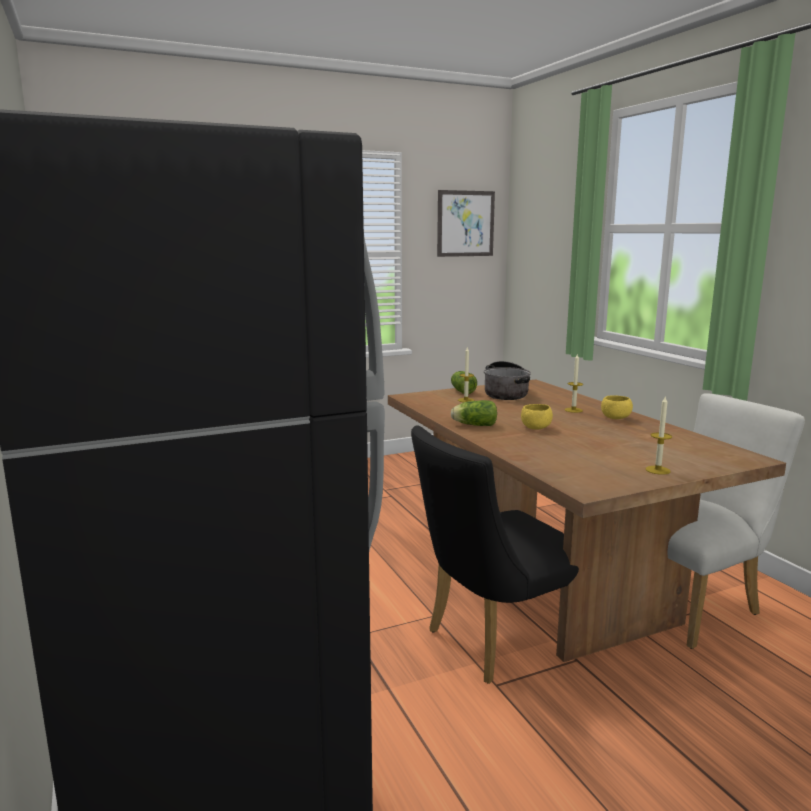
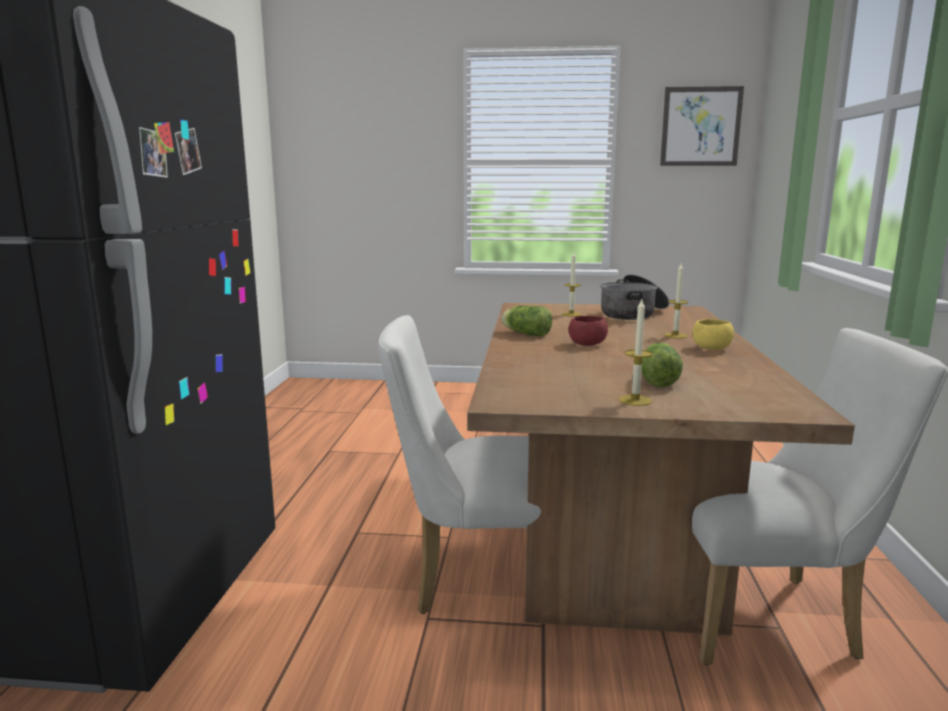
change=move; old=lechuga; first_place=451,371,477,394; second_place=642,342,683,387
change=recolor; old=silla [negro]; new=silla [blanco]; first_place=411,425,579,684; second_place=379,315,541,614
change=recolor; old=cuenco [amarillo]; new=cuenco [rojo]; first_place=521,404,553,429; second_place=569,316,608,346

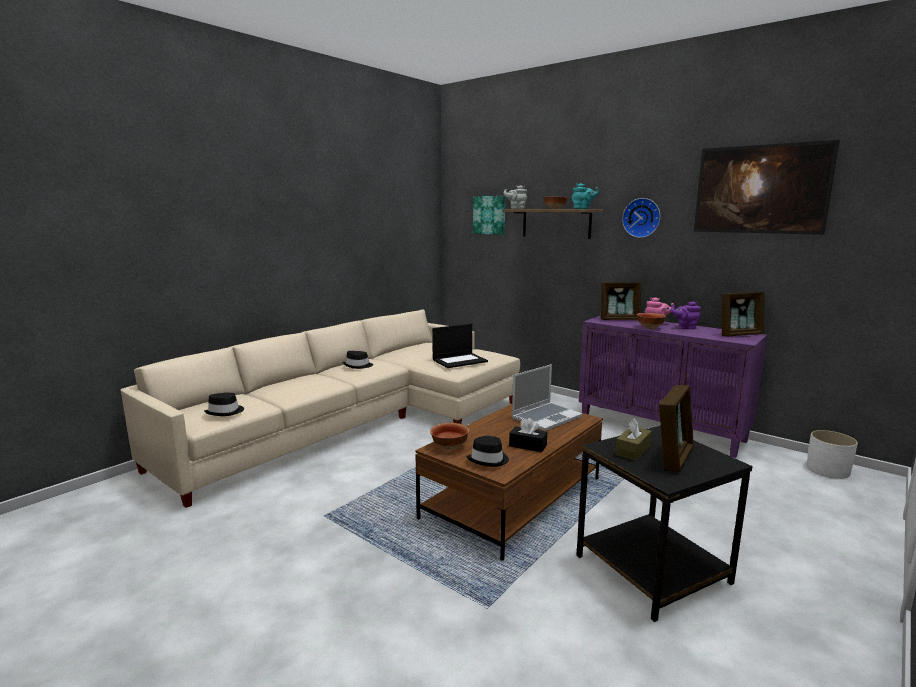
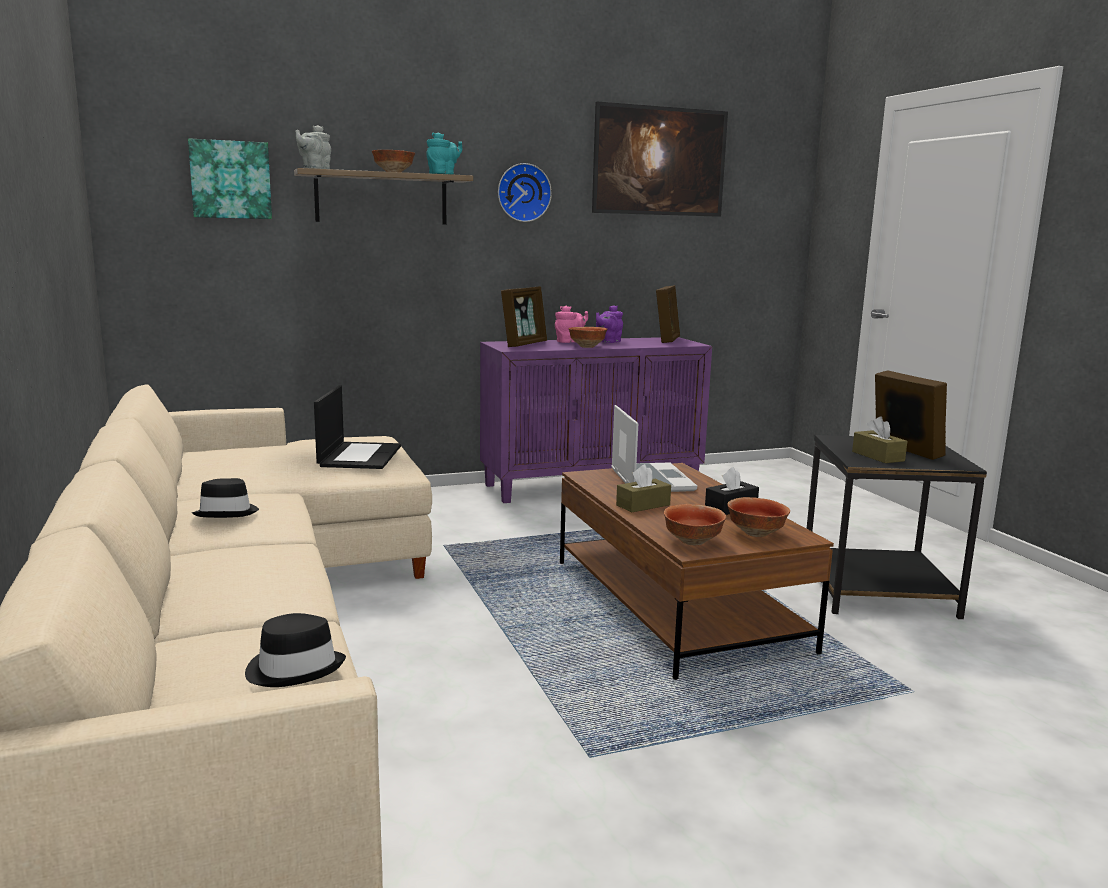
change=delete; old=maceta [blanco]; first_place=807,430,858,479
change=insert; new=caja de pañuelos [marrón]; second_place=616,464,671,512
change=replace; old=sombrero [negro]; new=cuenco; first_place=466,436,509,467; second_place=727,497,790,537

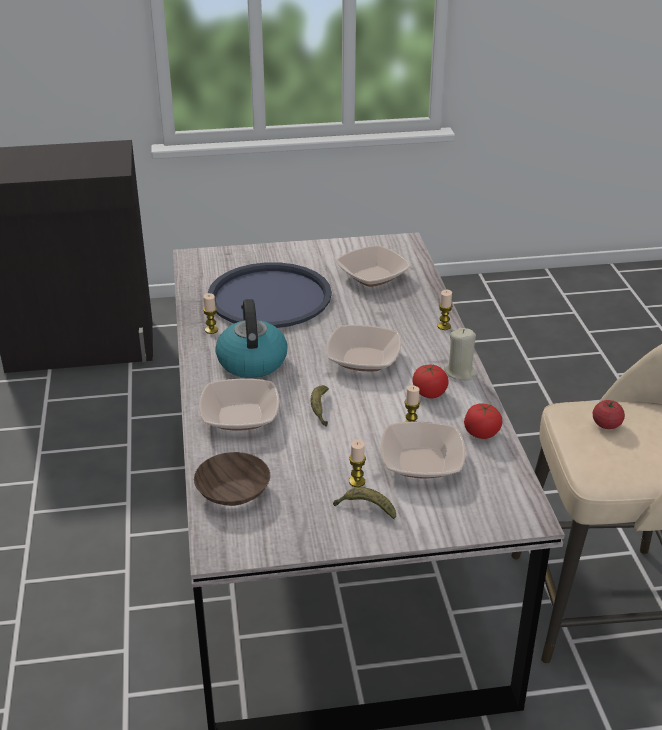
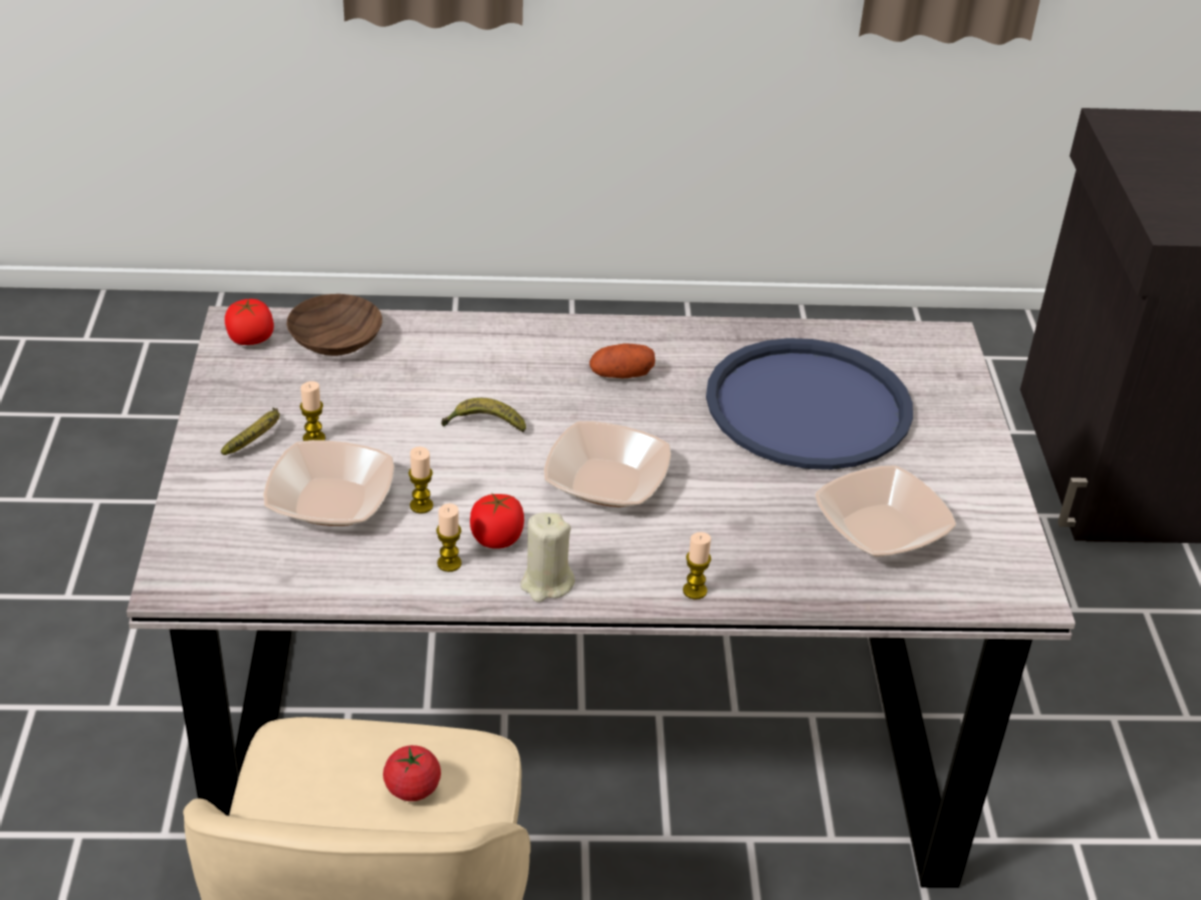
change=delete; old=cuenco; first_place=199,379,279,431
change=move; old=vela; first_place=203,293,218,334; second_place=436,503,462,572
change=move; old=tomate; first_place=464,403,503,439; second_place=225,299,274,345
change=replace; old=hervidor; new=patata; first_place=215,299,288,378; second_place=589,344,655,378

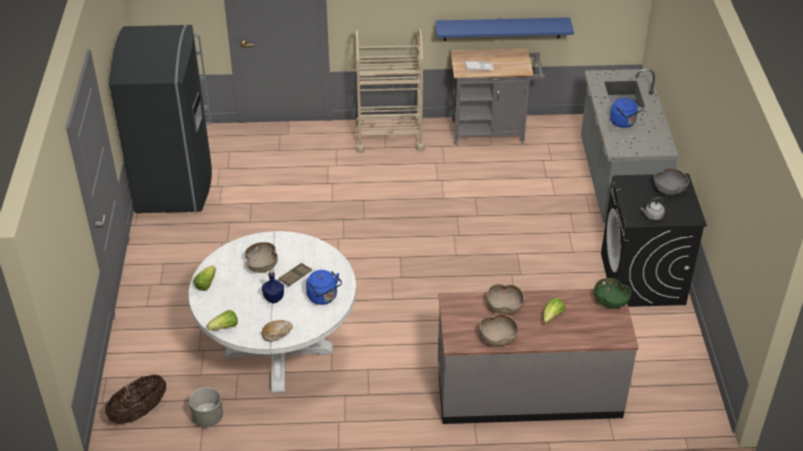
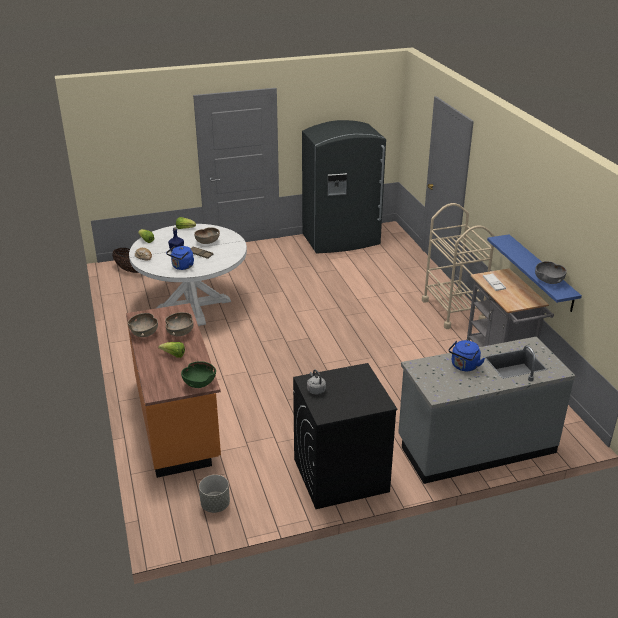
change=move; old=maceta [gris]; first_place=189,387,223,427; second_place=199,475,230,513
change=move; old=cuenco [gris]; first_place=654,168,689,195; second_place=535,261,567,284
change=recolor; old=mueble bajo de cocina [gris]; new=mueble bajo de cocina [naranja]; first_place=438,288,639,424; second_place=126,303,221,478

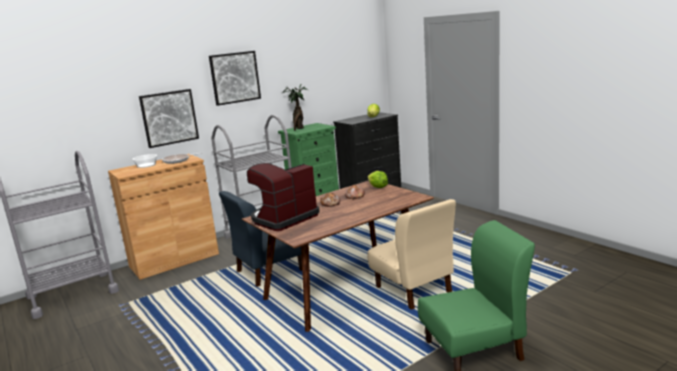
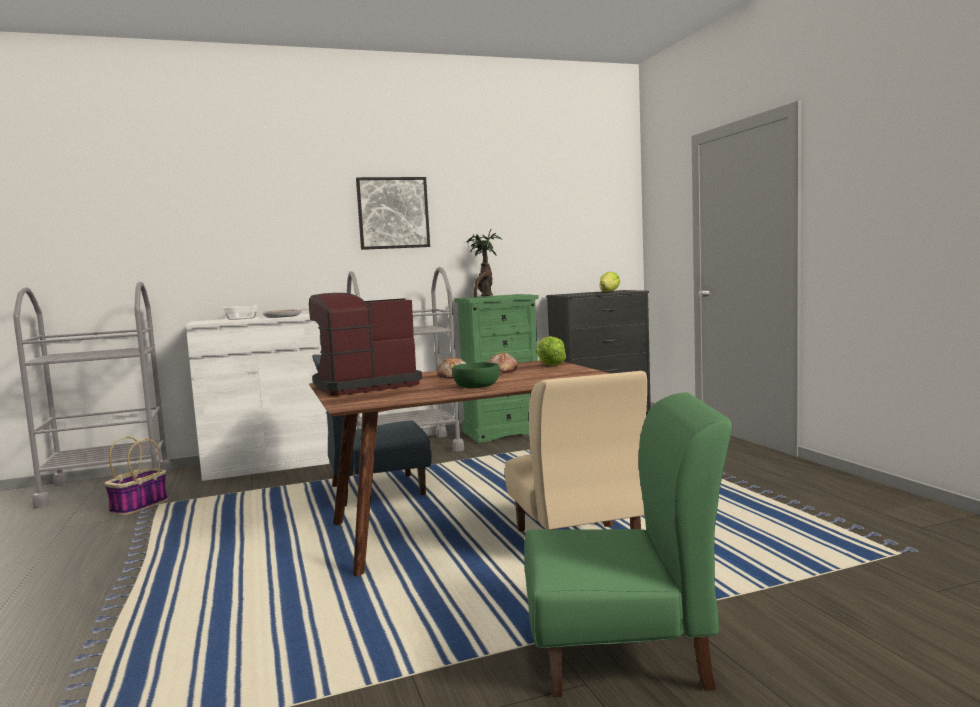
change=delete; old=cuadro; first_place=139,89,199,148
change=insert; new=cesta; second_place=104,436,168,515
change=insert; new=cuenco [verde]; second_place=452,362,500,388
change=recolor; old=armario [marrón]; new=armario [blanco]; first_place=108,154,219,280; second_place=186,314,329,481

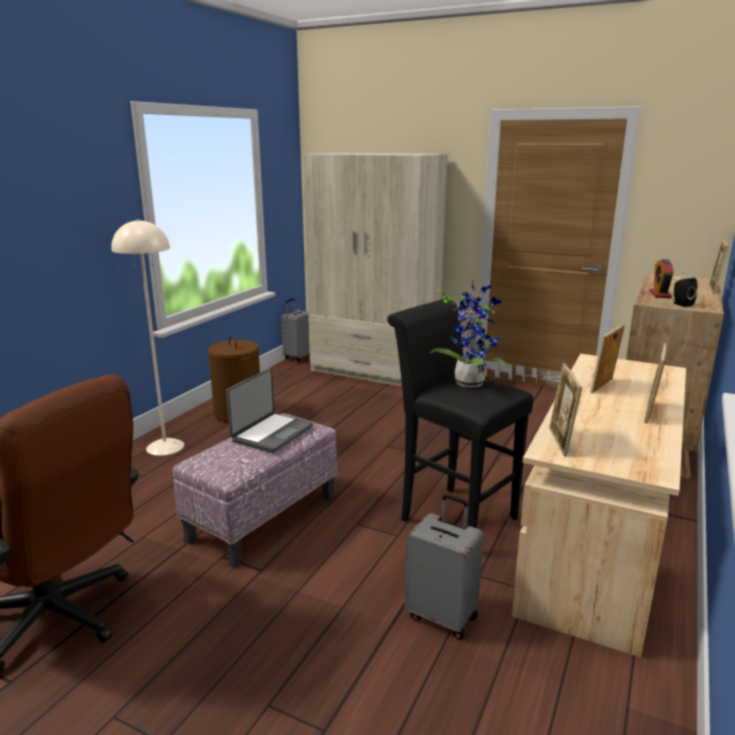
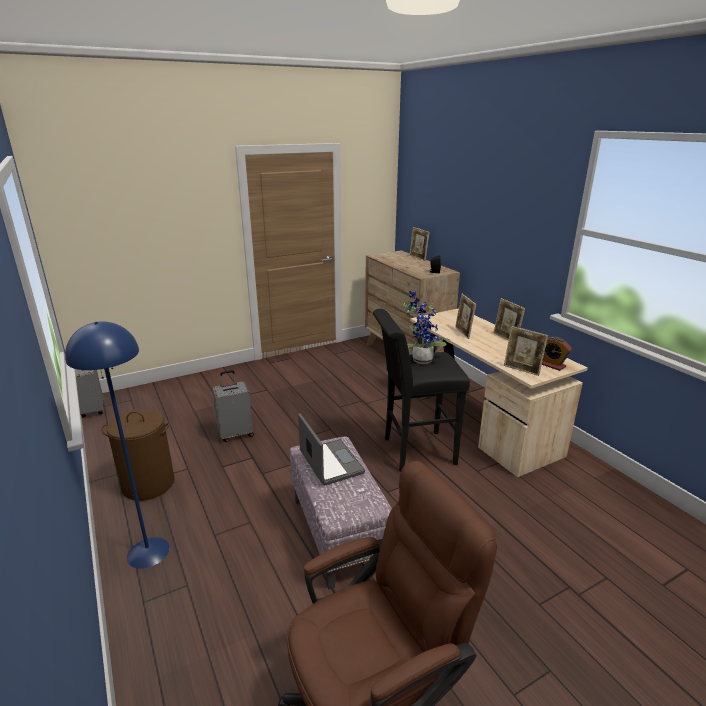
change=delete; old=armario ropero [beis]; first_place=303,153,448,387
change=move; old=maleta [gris]; first_place=405,494,484,640; second_place=212,370,254,442
change=move; old=despertador; first_place=649,259,674,298; second_place=542,336,572,371
change=recolor; old=lámpara de pie [beis]; new=lámpara de pie [azul]; first_place=111,219,184,456; second_place=65,322,170,569

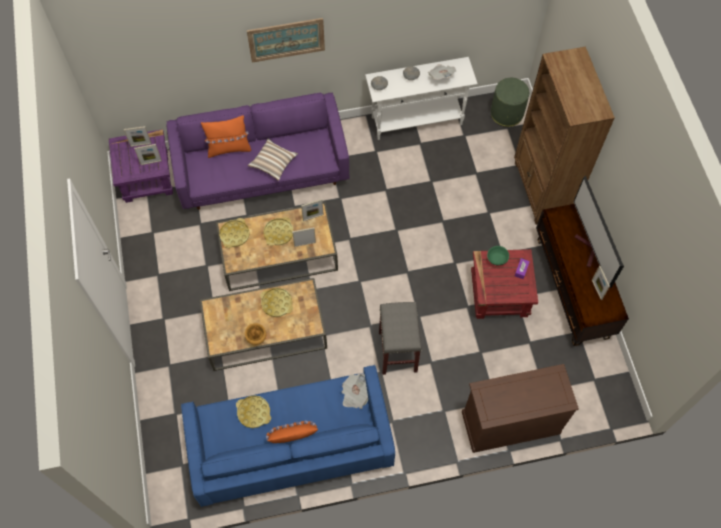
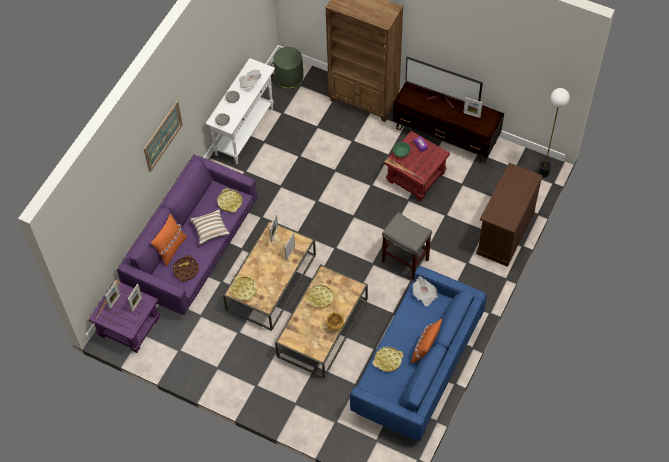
change=insert; new=bandeja [marrón]; second_place=173,255,199,282
change=insert; new=lámpara de pie; second_place=538,88,570,177
change=move; old=bandeja [amarillo]; first_place=263,217,293,246; second_place=217,188,242,213

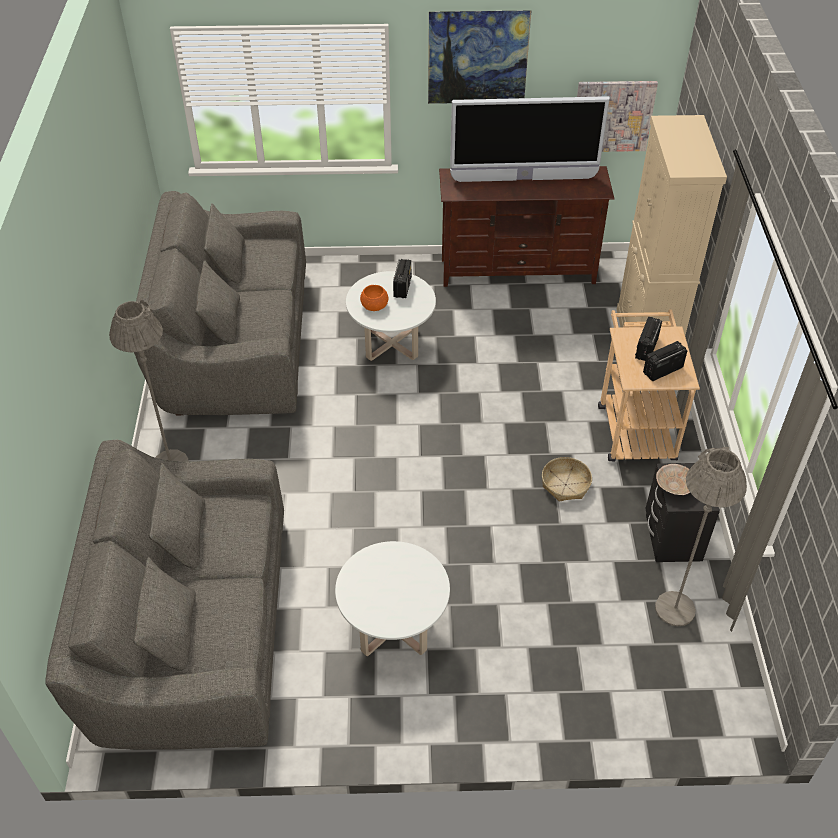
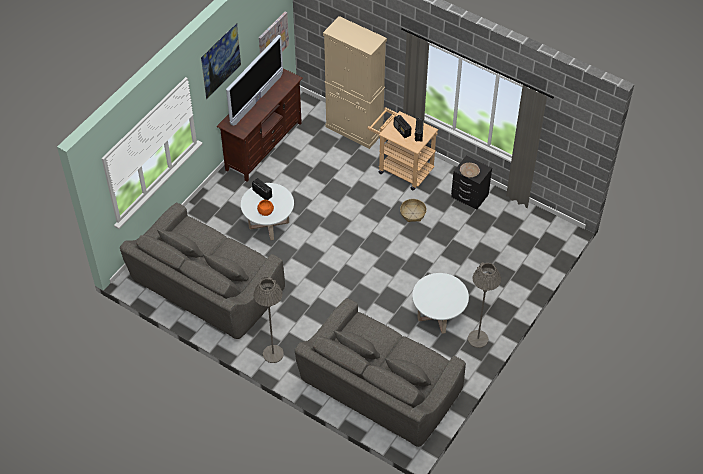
change=move; old=lámpara de pie [gris]; first_place=655,447,747,626; second_place=468,262,501,348

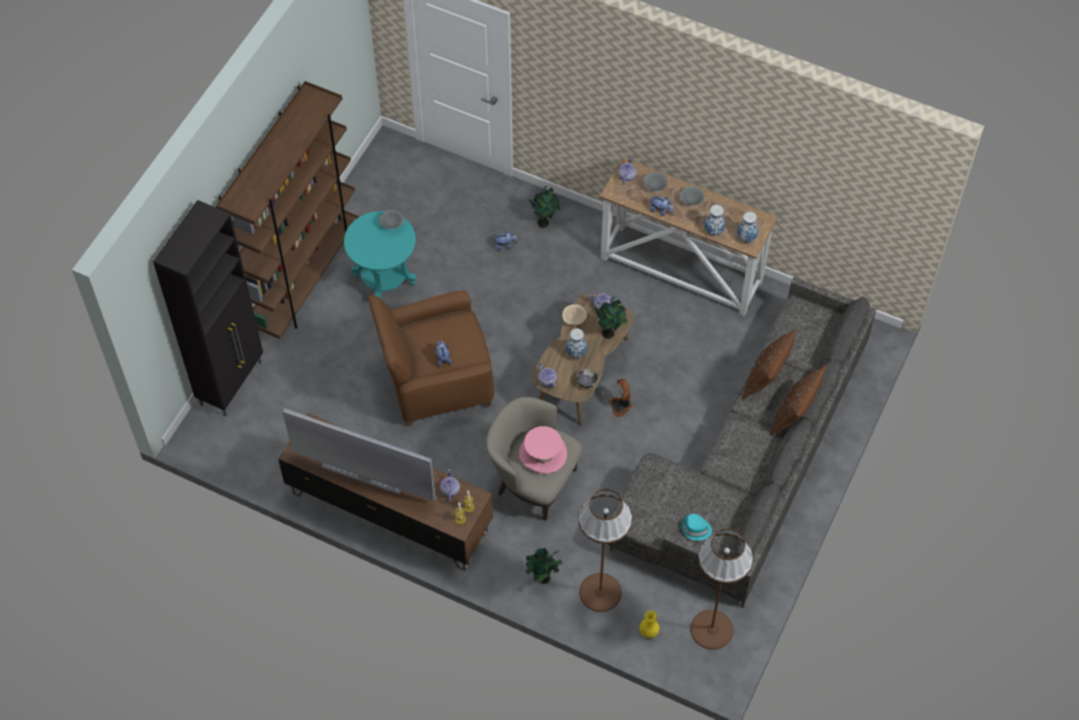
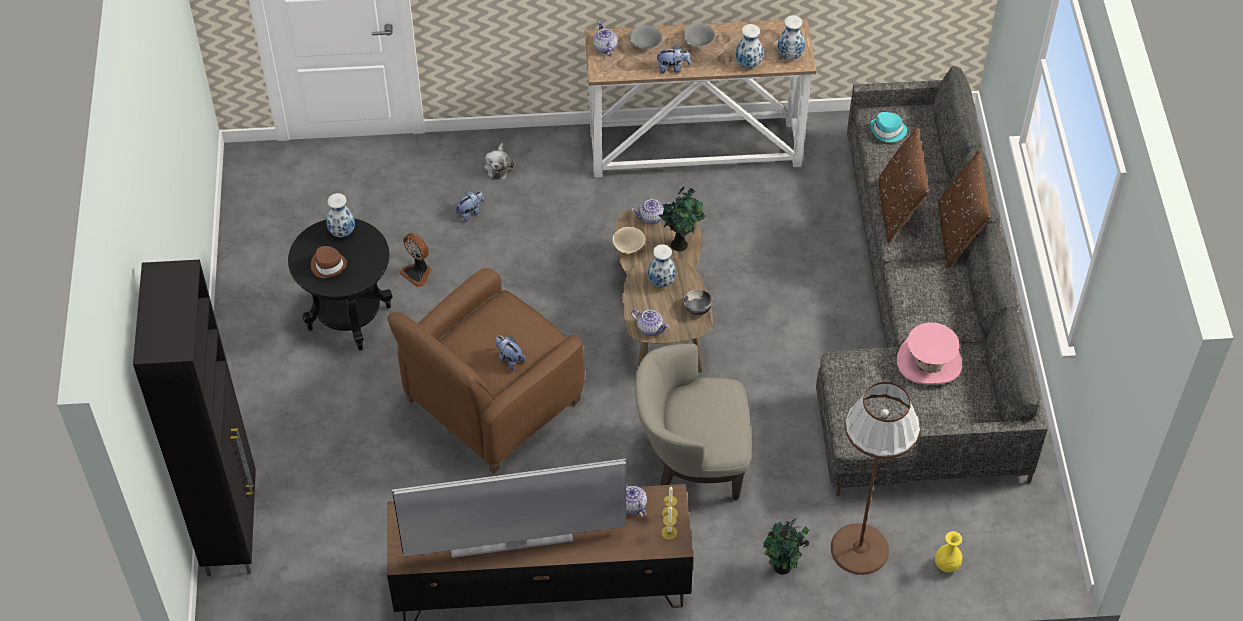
change=delete; old=estantería [marrón]; first_place=216,81,359,339
change=delete; old=lámpara de pie [marrón]; first_place=690,528,753,650
change=insert; new=sombrero [marrón]; second_place=311,246,347,278
change=move; old=sombrero [rosa]; first_place=519,426,567,474; second_place=897,322,962,384
change=move; old=ventilador; first_place=609,379,632,417; second_place=399,233,432,287
change=move; old=sombrero [turquesa]; first_place=681,514,712,541; second_place=870,112,907,142
change=replace; old=cuenco [gris]; new=florero; first_place=379,210,404,229; second_place=326,193,355,237
change=replace; old=planta en maceta; new=peluche; first_place=529,186,561,228; second_place=484,143,514,180
change=recolor; old=mesa auxiliar [turquesa]; new=mesa auxiliar [negro]; first_place=344,211,416,299; second_place=288,219,393,351

